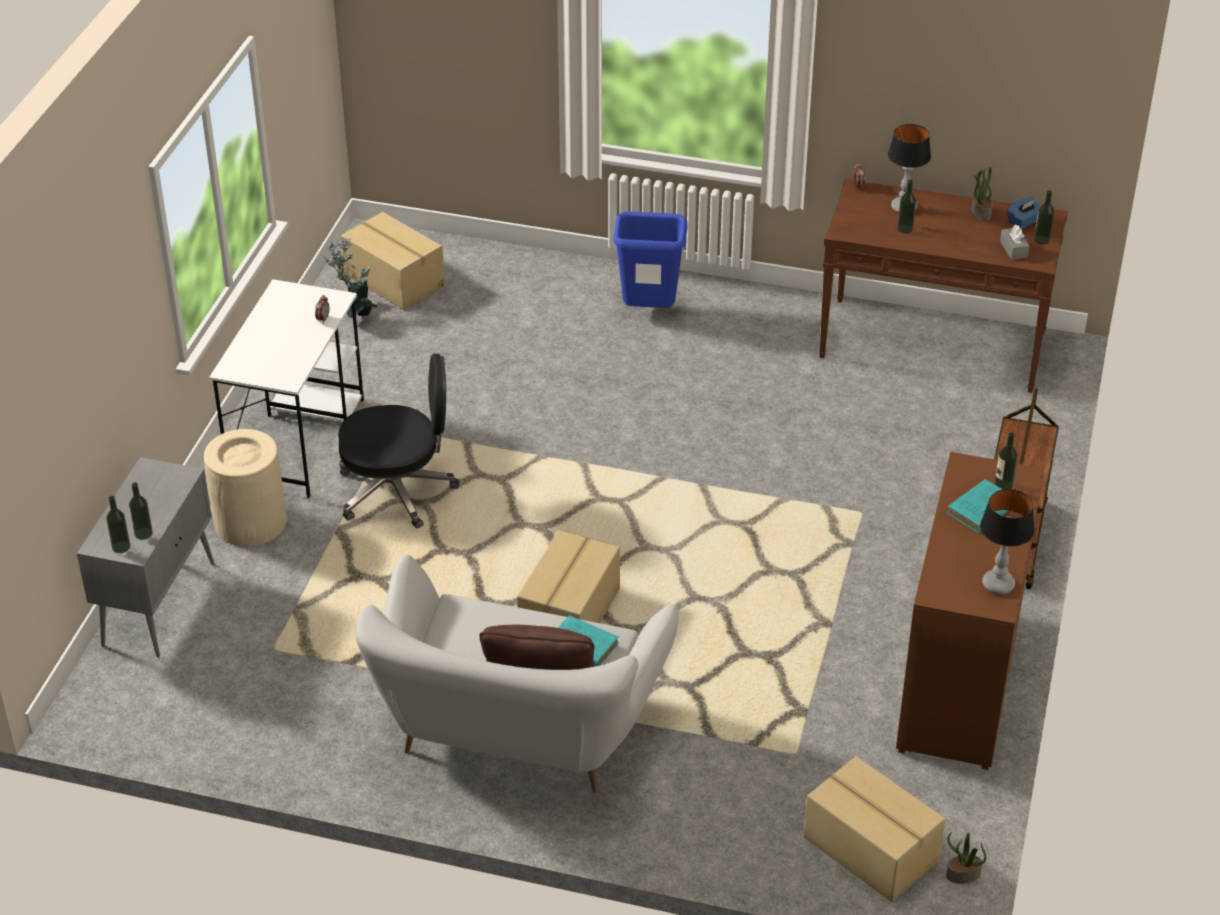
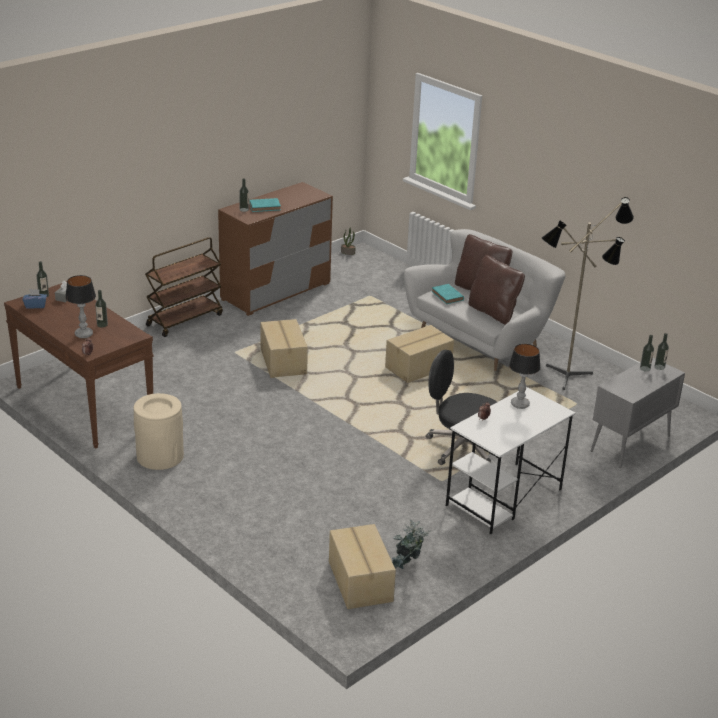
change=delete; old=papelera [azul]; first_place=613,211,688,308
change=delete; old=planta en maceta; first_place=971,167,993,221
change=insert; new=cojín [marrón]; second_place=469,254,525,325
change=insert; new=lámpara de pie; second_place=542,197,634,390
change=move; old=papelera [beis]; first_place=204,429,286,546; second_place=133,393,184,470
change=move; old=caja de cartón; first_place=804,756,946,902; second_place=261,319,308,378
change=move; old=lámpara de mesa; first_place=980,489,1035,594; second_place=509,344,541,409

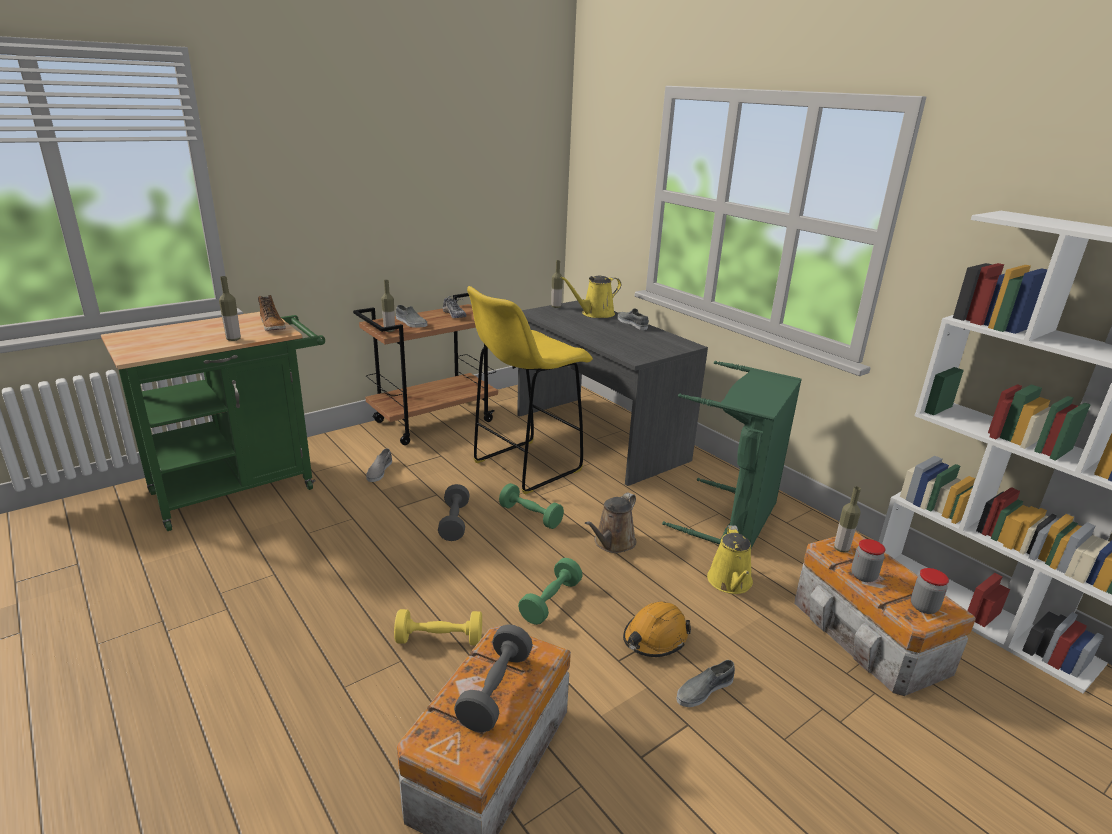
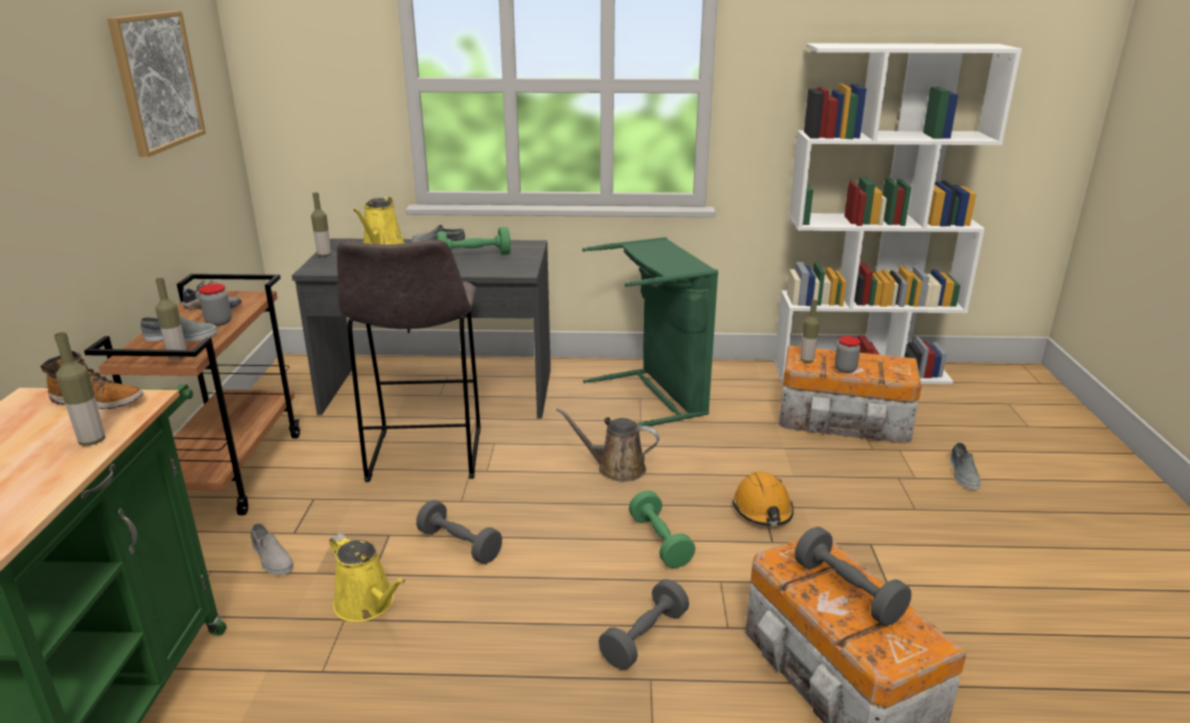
change=insert; new=cuadro; second_place=107,11,206,157
change=move; old=mancuerna [verde]; first_place=499,483,564,529; second_place=437,227,511,255
change=move; old=zapato [gris]; first_place=676,660,735,707; second_place=950,443,981,490
change=move; old=regadera [amarillo]; first_place=707,525,753,594; second_place=329,533,406,622
change=move; old=tarro; first_place=911,568,949,614; second_place=199,284,232,326
change=recolor; old=mancuerna [amarillo]; new=mancuerna [gris]; first_place=394,609,482,645; second_place=599,579,689,670
change=recolor; old=taburete [amarillo]; new=taburete [gris]; first_place=467,286,593,495; second_place=337,240,481,482
change=rotate; old=regadera [marrón]; first_place=585,493,636,553; second_place=556,407,659,482; degrees=120

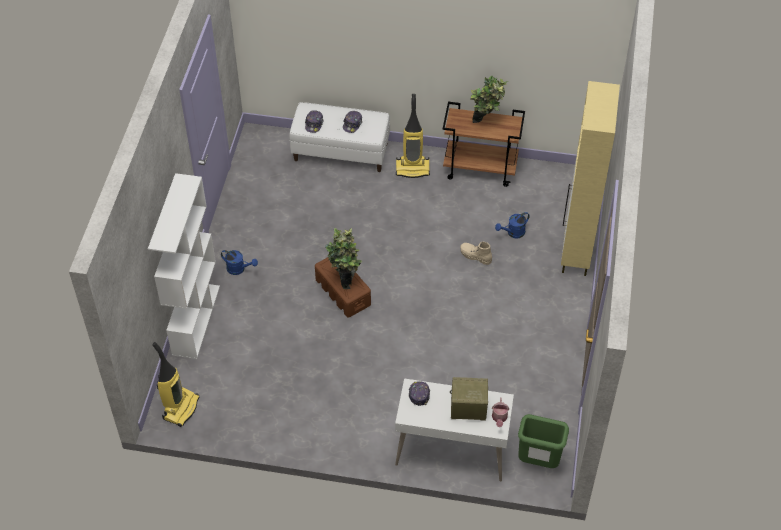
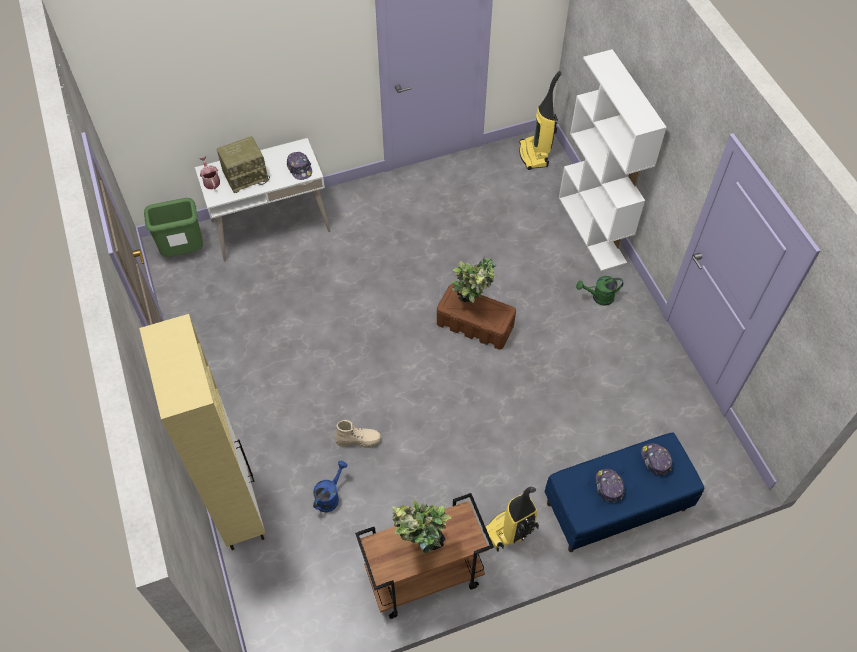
change=recolor; old=regadera [azul]; new=regadera [verde]; first_place=221,250,258,275; second_place=576,276,623,306
change=recolor; old=banco [blanco]; new=banco [azul]; first_place=289,102,390,172; second_place=545,433,704,552

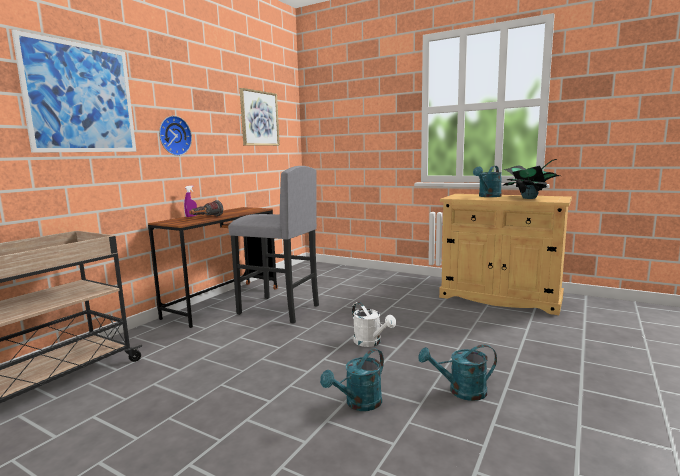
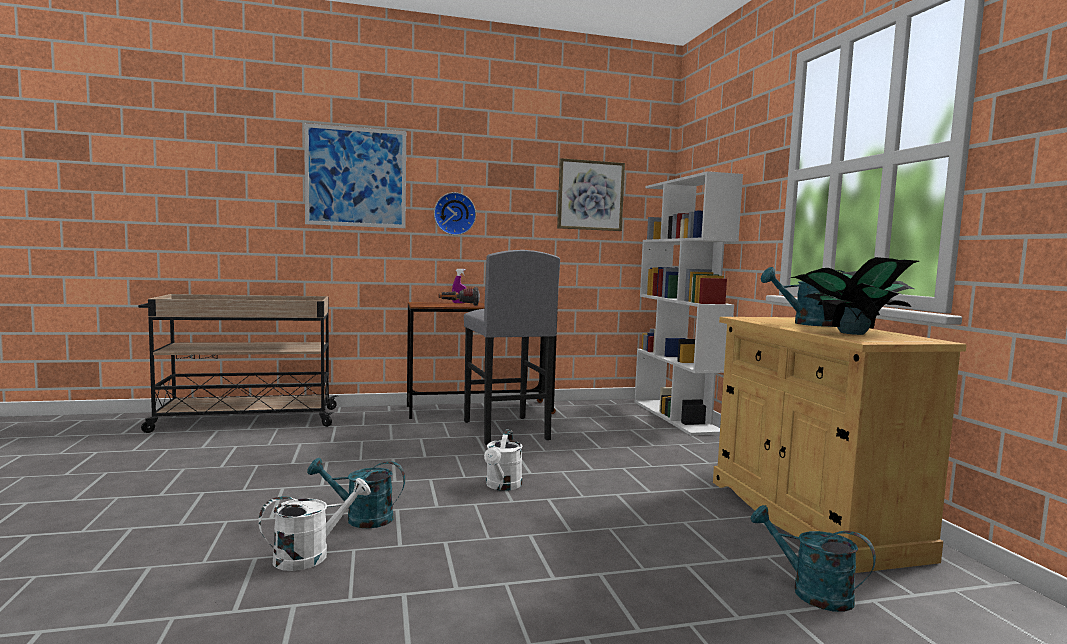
change=insert; new=regadera [blanco]; second_place=258,478,371,571
change=insert; new=estantería [blanco]; second_place=635,171,743,435
change=move; old=regadera [turquesa]; first_place=419,345,497,401; second_place=750,505,876,612

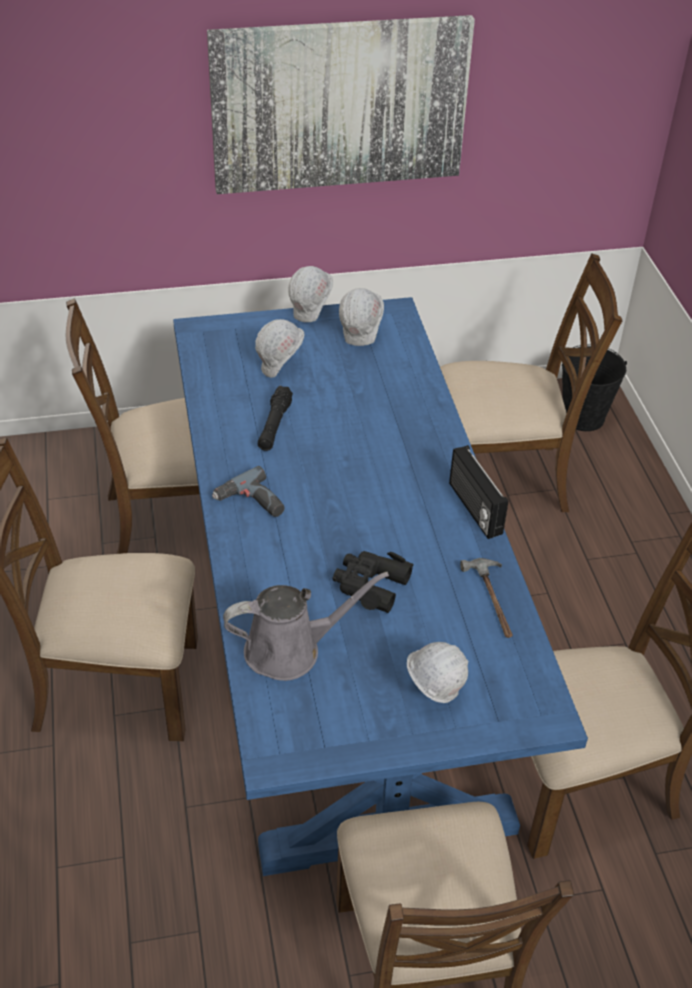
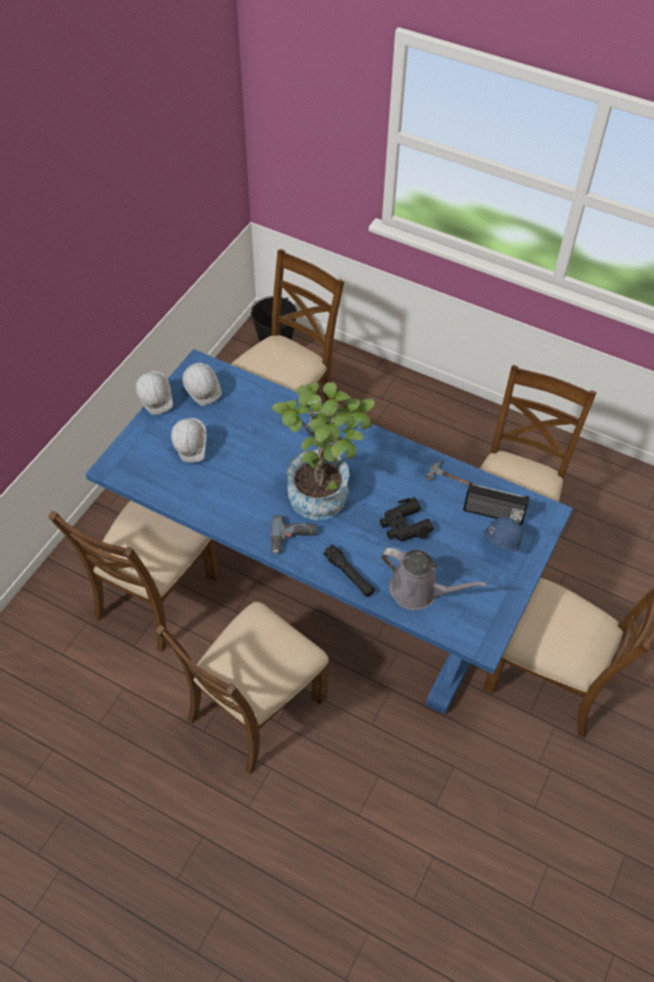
change=delete; old=cuadro; first_place=207,15,475,194
change=insert; new=planta en maceta; second_place=272,382,375,520
change=move; old=linterna [negro]; first_place=258,386,293,451; second_place=323,544,375,597
change=move; old=radio; first_place=449,445,508,539; second_place=463,482,529,525
change=recolor; old=casco [blanco]; new=casco [azul]; first_place=407,642,469,703; second_place=481,517,523,551
change=rotate; old=regadera [gris]; first_place=223,572,389,681; second_place=381,548,488,610; degrees=90

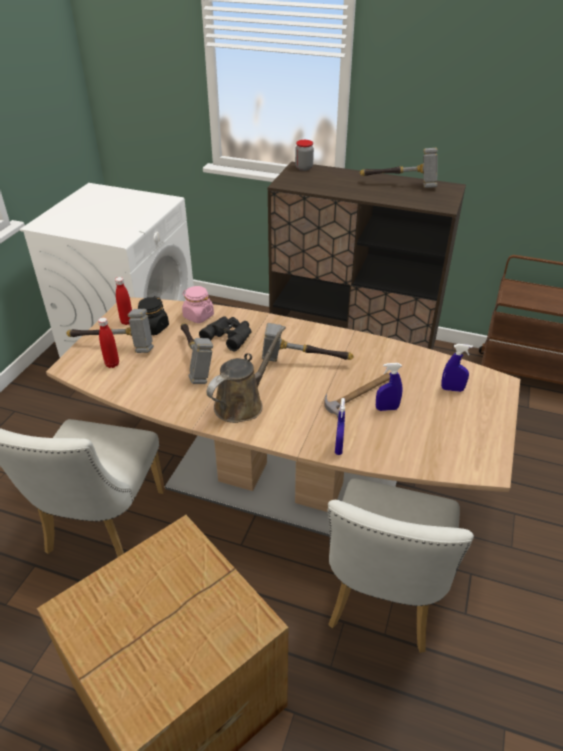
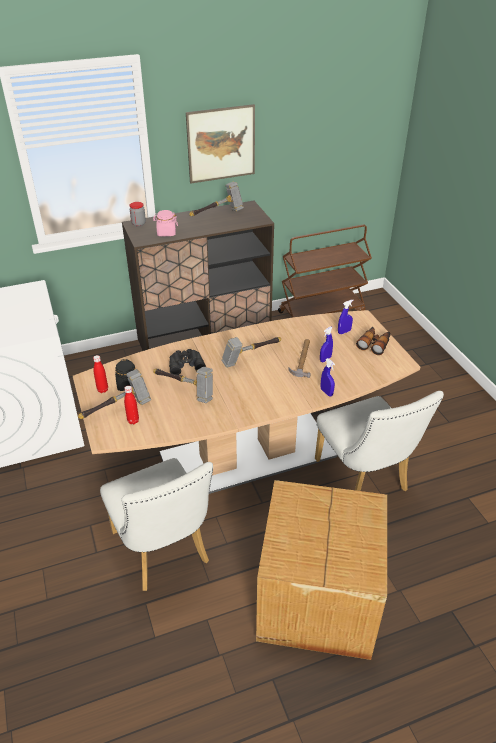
change=delete; old=regadera [marrón]; first_place=207,326,286,423
change=insert; new=cuadro; second_place=186,104,255,184
change=insert; new=prismáticos; second_place=356,327,391,355
change=move; old=tarro [rosa]; first_place=182,286,214,323; second_place=153,210,178,237

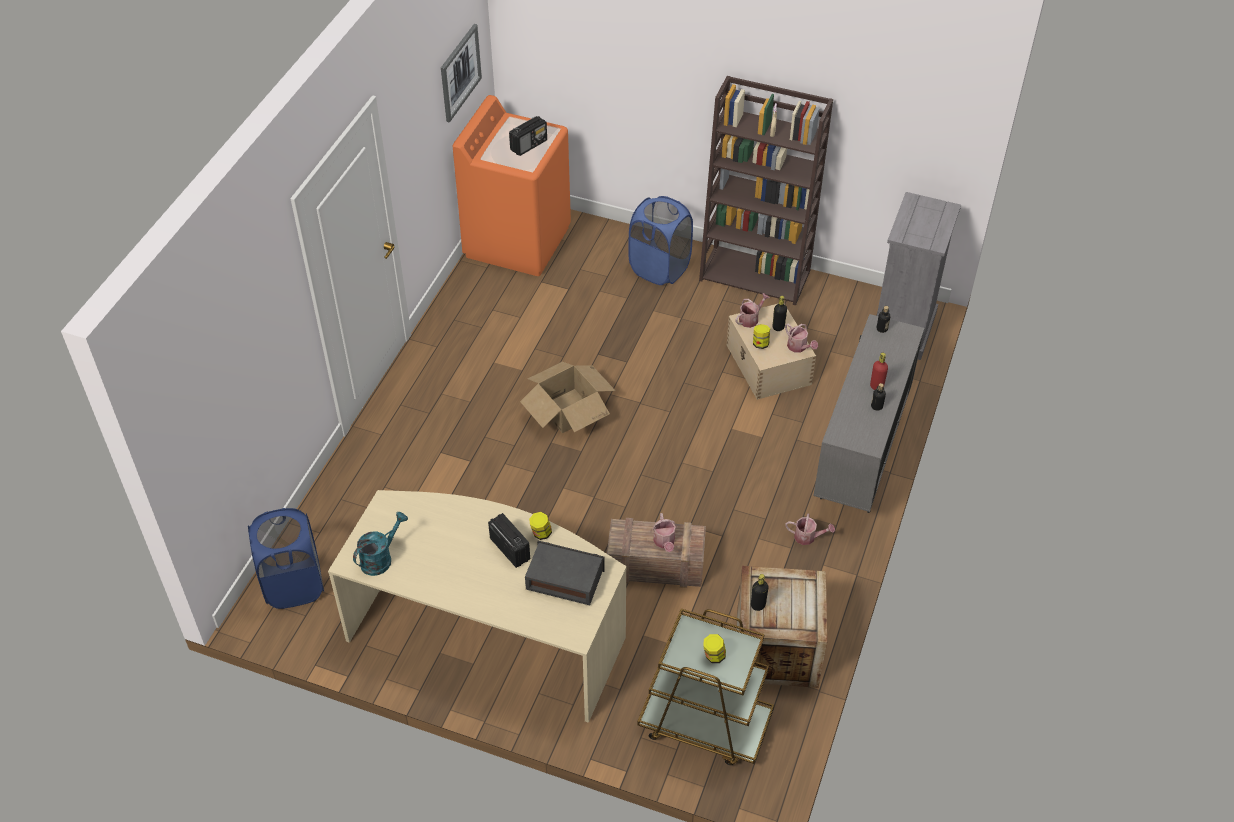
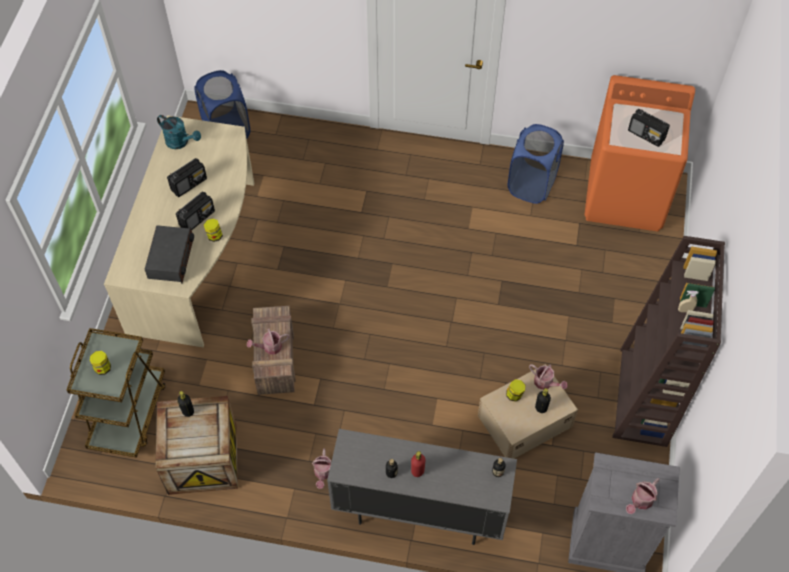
change=delete; old=cuadro; first_place=441,24,482,123
change=delete; old=caja de cartón; first_place=520,362,616,433
change=insert; new=radio; second_place=167,158,207,197
change=move; old=cesto de la ropa [azul]; first_place=629,196,693,285; second_place=508,124,564,204
change=move; old=regadera; first_place=785,324,818,353; second_place=626,478,659,514

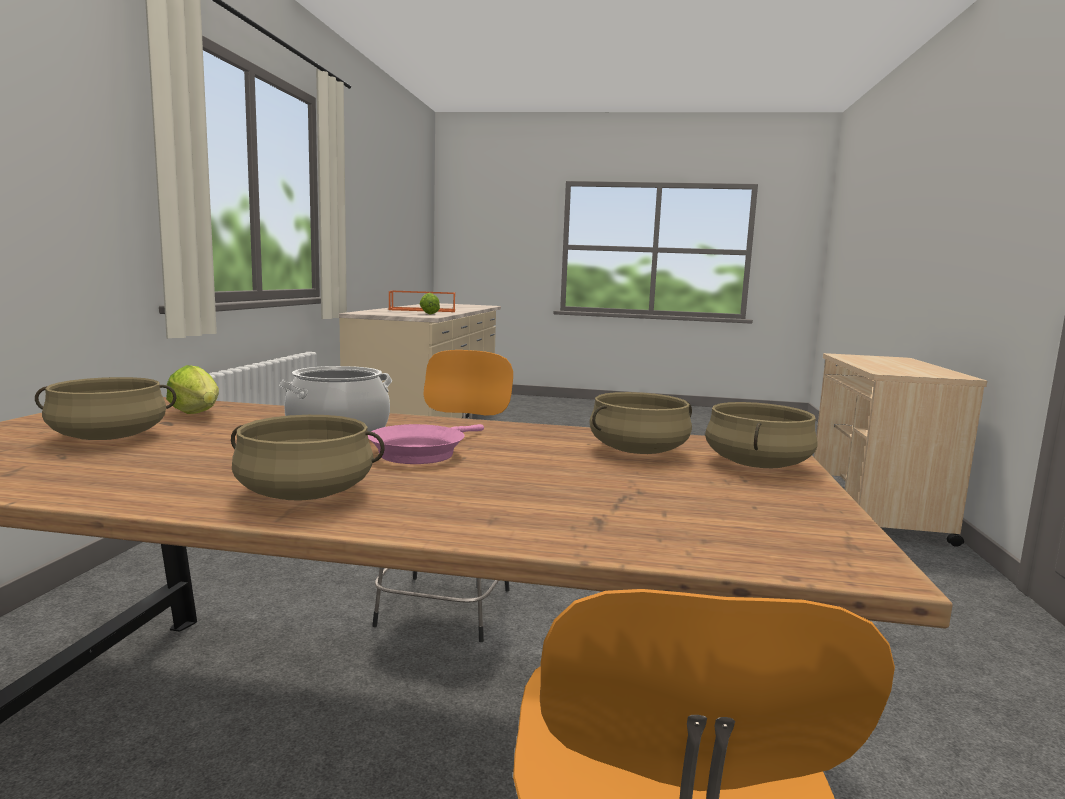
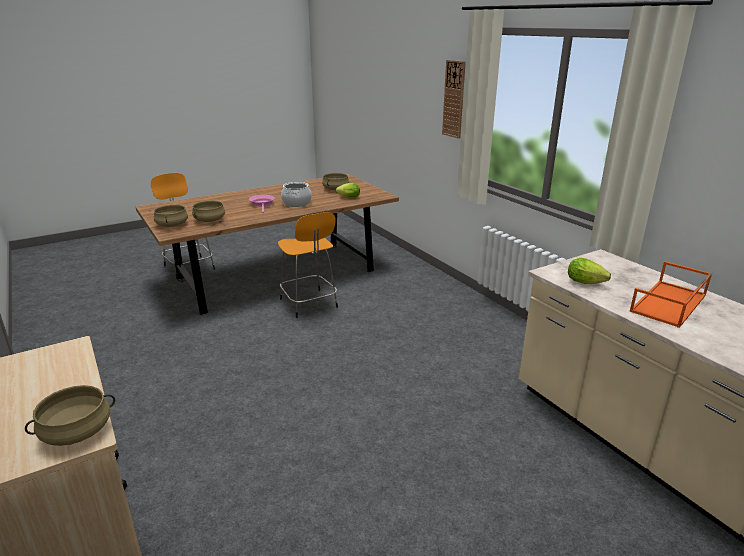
change=insert; new=reloj de pared; second_place=442,60,466,139
change=move; old=olla [beis]; first_place=231,415,385,500; second_place=25,385,115,446

